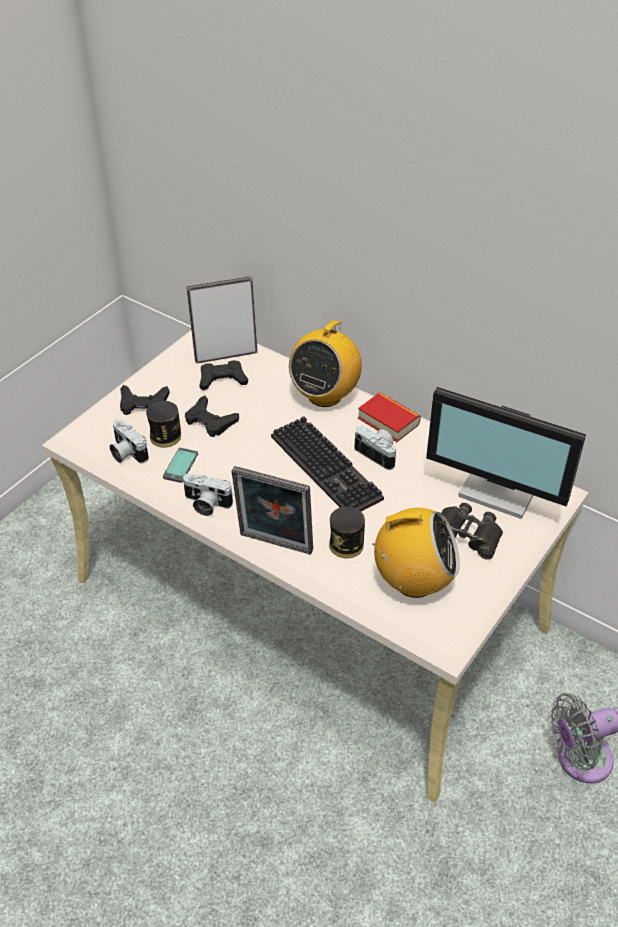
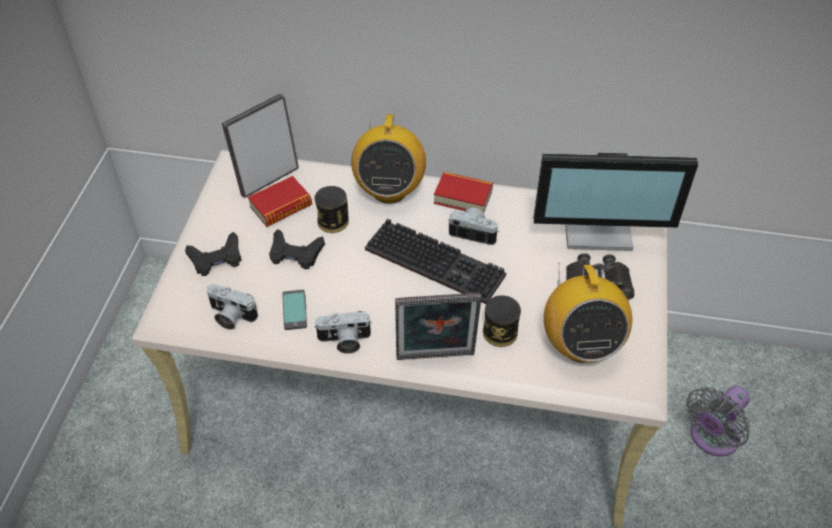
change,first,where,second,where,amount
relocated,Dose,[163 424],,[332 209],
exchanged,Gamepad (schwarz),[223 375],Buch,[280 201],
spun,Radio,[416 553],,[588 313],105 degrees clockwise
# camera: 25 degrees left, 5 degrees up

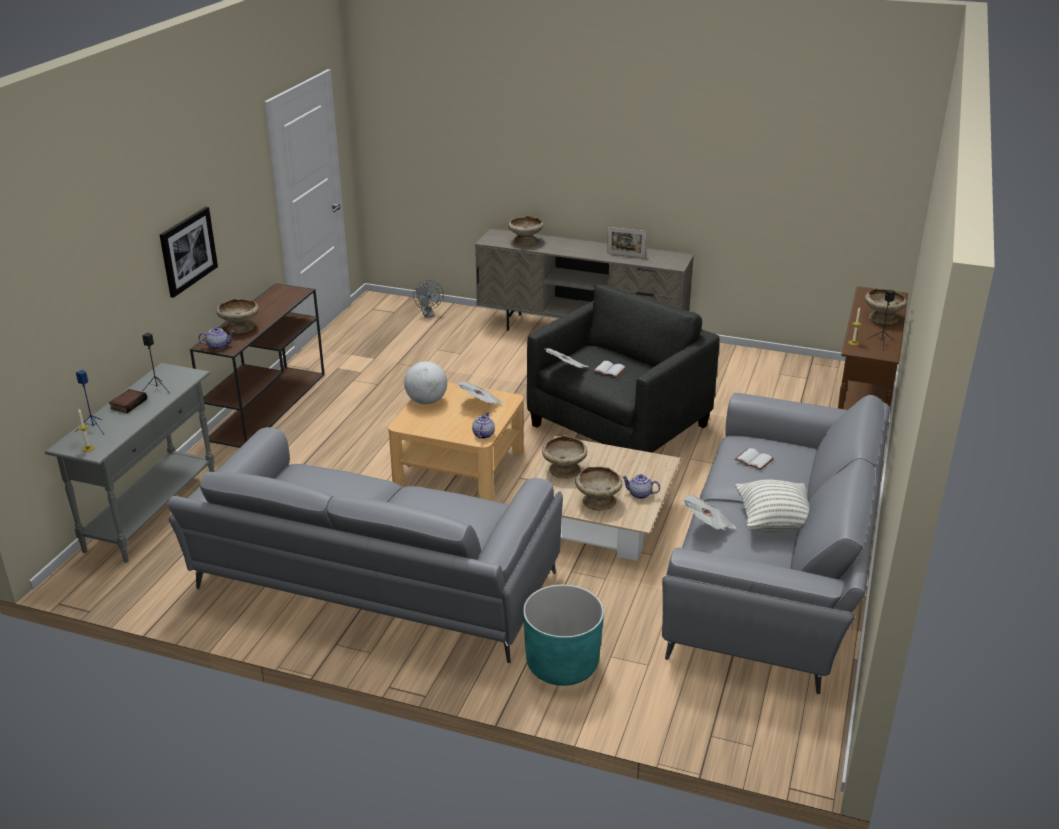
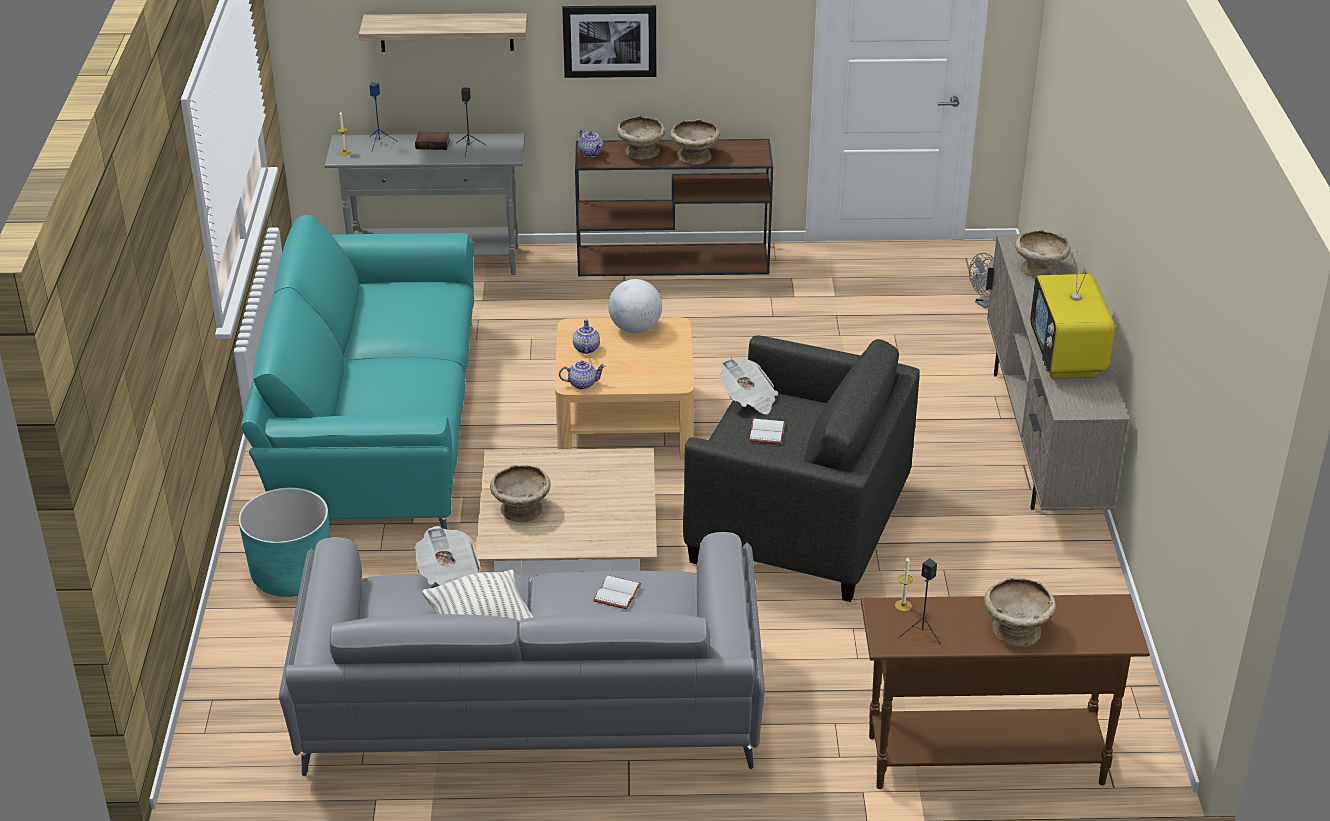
change,first,where,second,where,amount
missing,Zeitung,[480 392],,,
appeared,,,Wandregal,[443 32],
relocated,Schüssel (beige),[564 457],,[695 141],
relocated,Teekanne,[641 486],,[586 337],
exchanged,Bilderrahmen,[626 242],Fernseher,[1072 314],
colour,Sofa (grau),[365 545],Sofa (türkis),[357 372],
# camera: 70 degrees right, 5 degrees up

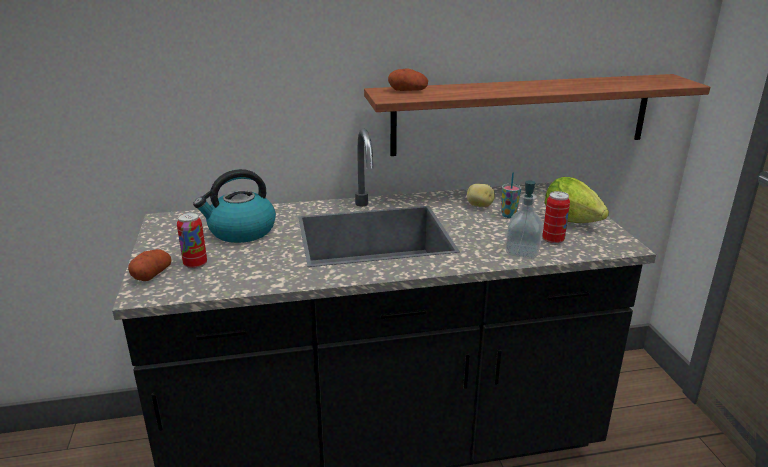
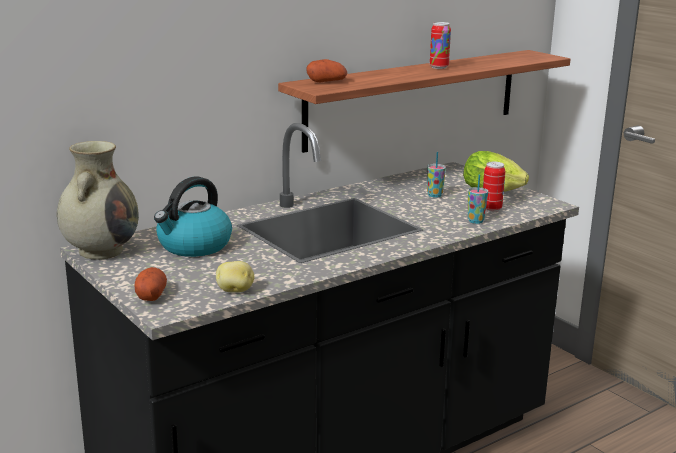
change,first,where,second,where,amount
appeared,,,Vase (beige),[98 200],
relocated,Dose,[192 240],,[440 45],
relocated,Kartoffel,[481 195],,[235 277],
exchanged,Seifenspender,[524 220],Tasse,[478 199],
# camera: 25 degrees left, 5 degrees down

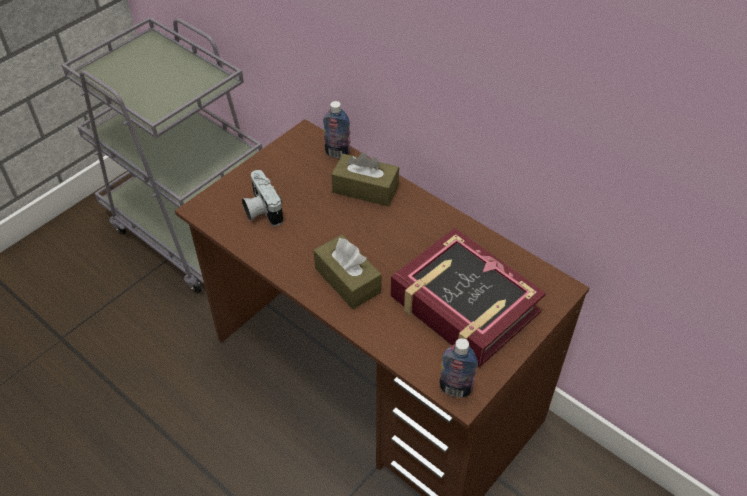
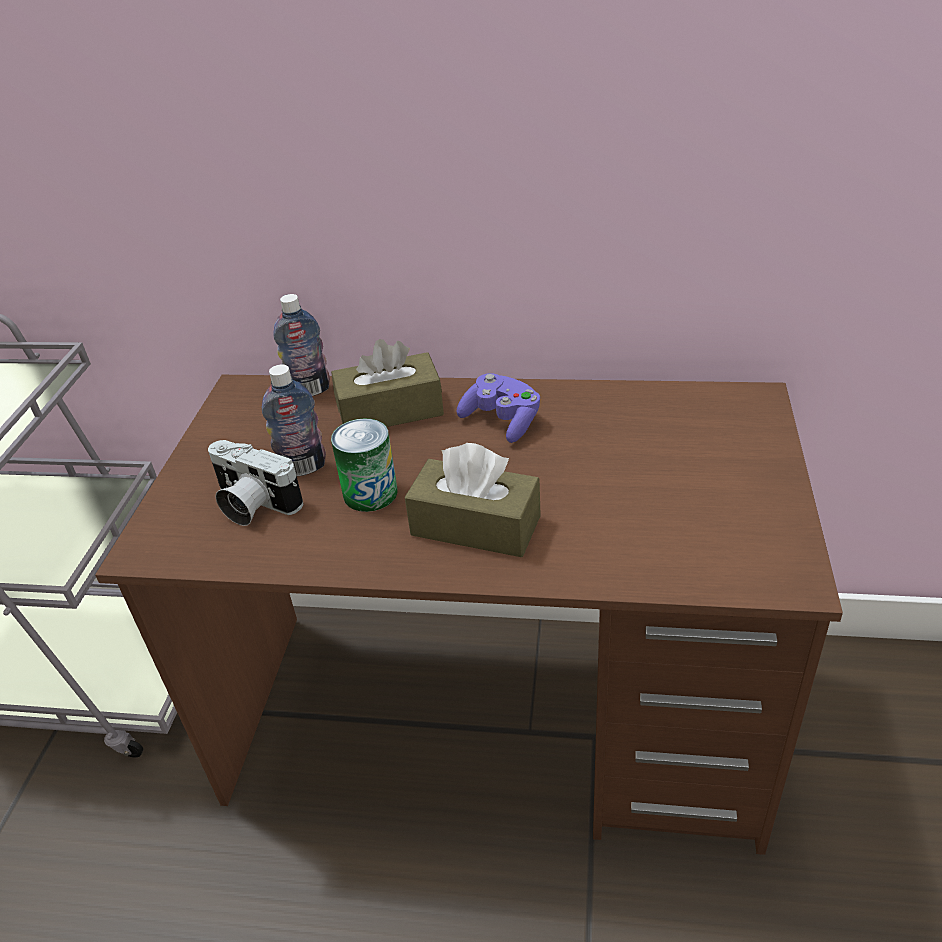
change,first,where,second,where,amount
missing,Buch,[468 297],,,
appeared,,,Dose,[364 465],
appeared,,,Gamepad (lila),[498 408],
relocated,Flasche,[458 367],,[294 420],
# camera: 30 degrees left, 10 degrees down

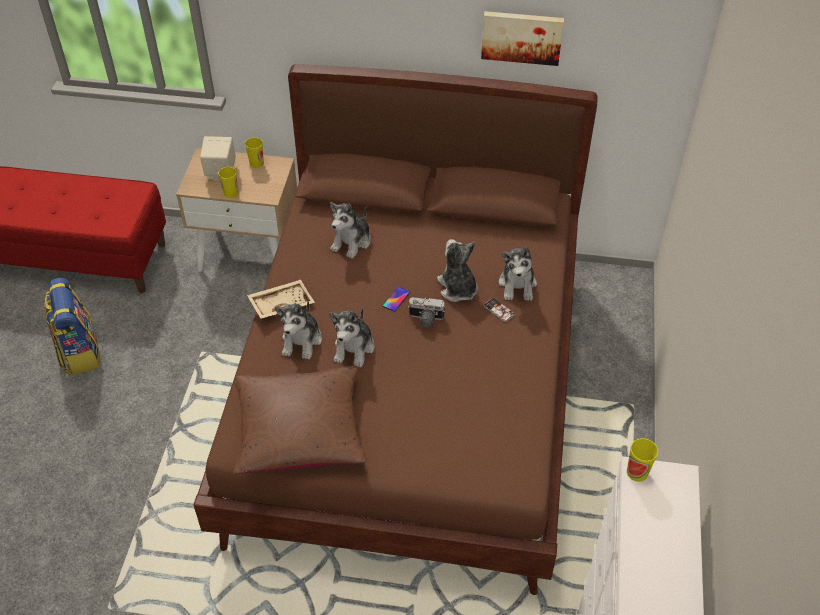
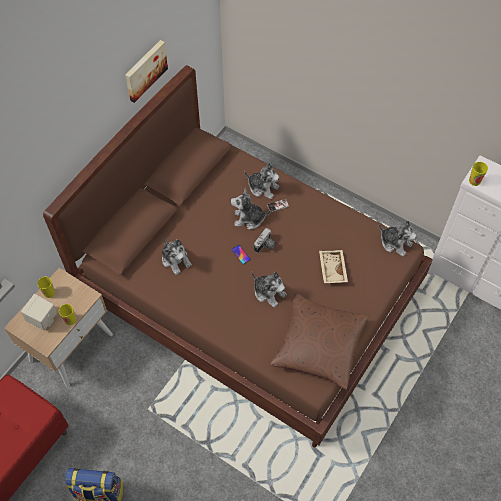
change,first,where,second,where,amount
relocated,Tablett (beige),[281 299],,[333 266],
relocated,Plüschtier,[298 330],,[398 239],
# camera: 65 degrees left, 10 degrees up

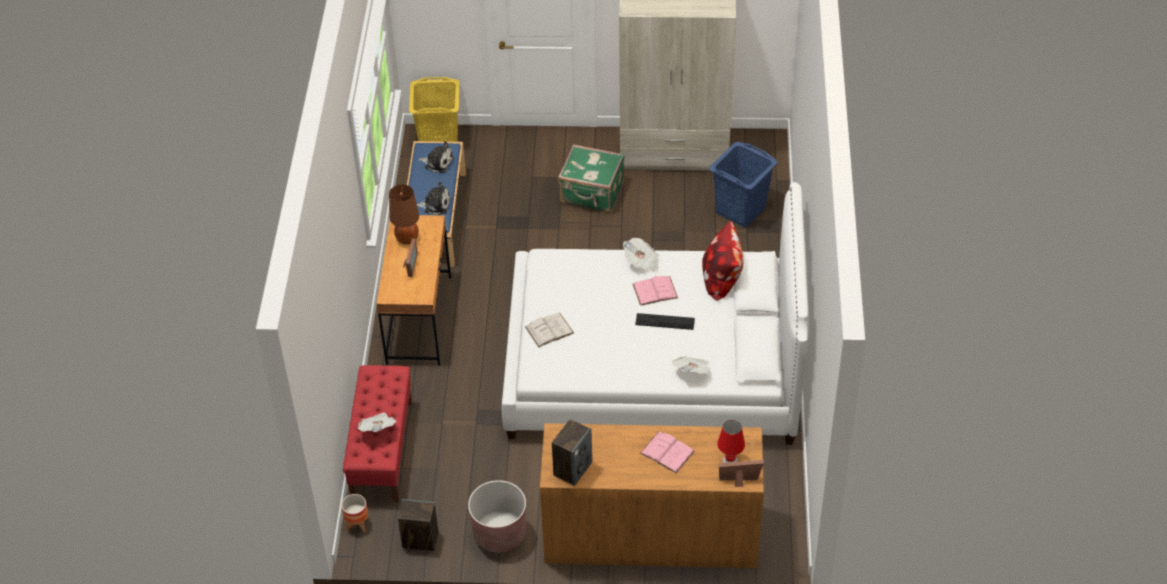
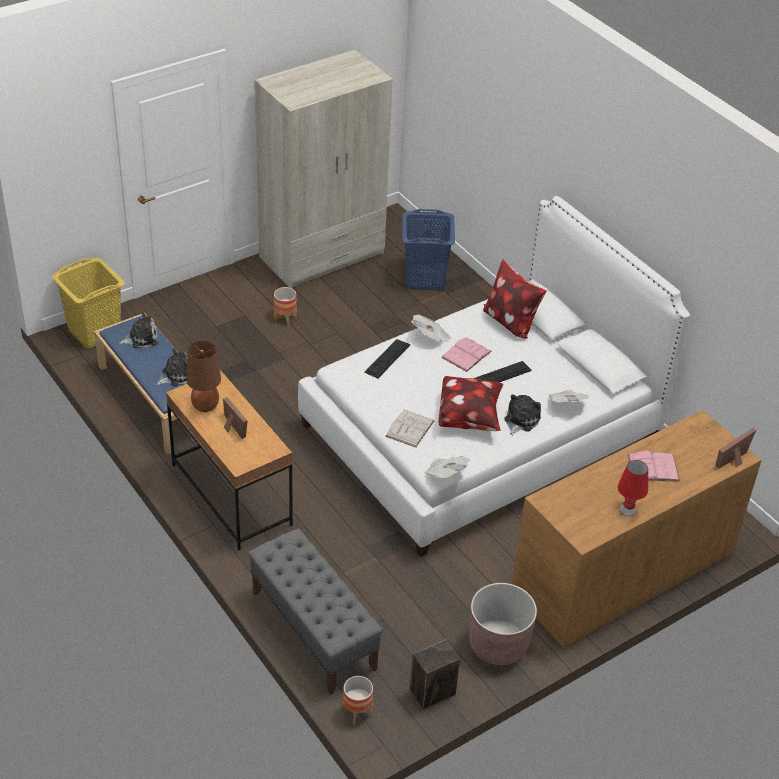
change,first,where,second,where,amount
missing,Lautsprecher,[572 452],,,
appeared,,,Tastatur,[387 358],
appeared,,,Kissen,[470 403],
appeared,,,Plüschtier,[522 415],
relocated,Zeitung,[377 422],,[447 467],
relocated,Tischlampe (rot),[731 441],,[633 488],
exchanged,Koffer (grün),[591 178],Pflanzkübel,[285 306],
colour,Bank (rot),[377 434],Bank (grau),[315 612],
# camera: 40 degrees left, 5 degrees down

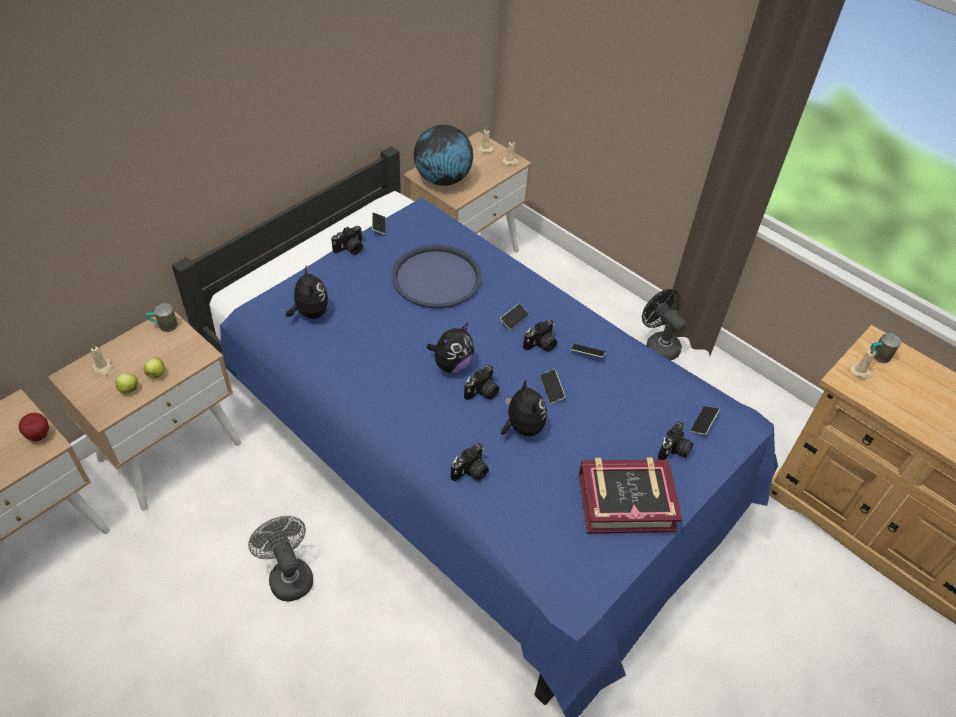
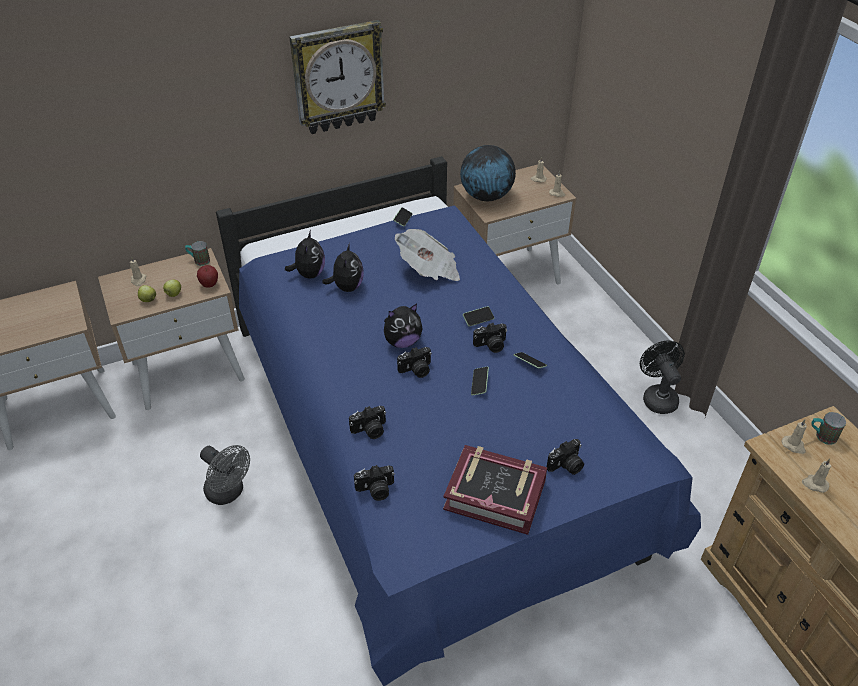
change,first,where,second,where,amount
missing,Handy,[705 420],,,
appeared,,,Wanduhr,[337 77],
appeared,,,Kerze (beige),[816 476],
relocated,Apfel,[34 427],,[207 276],
relocated,Kamera,[347 240],,[374 483],
relocated,Plüschtier,[524 408],,[343 267],
exchanged,Tablett (blau),[437 276],Zeitung,[427 255],
spun,Ventilator (grau),[280 558],,[225 475],135 degrees clockwise
# camera: 25 degrees right, 5 degrees down

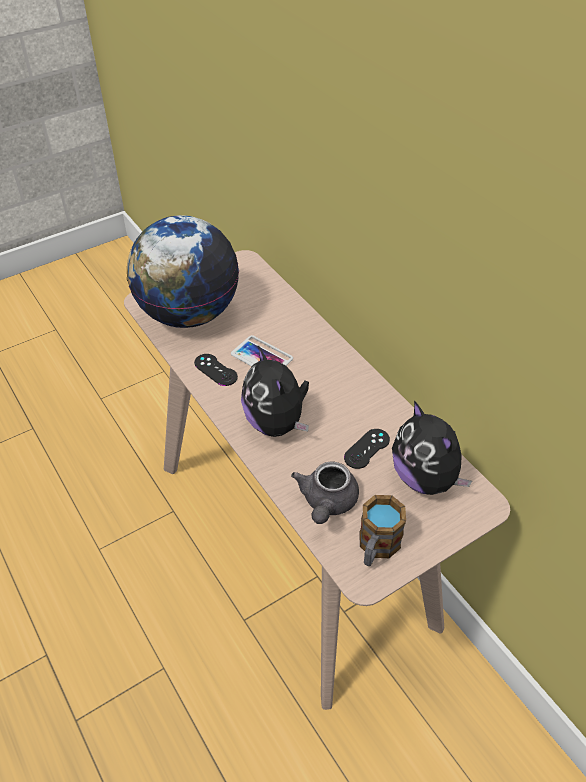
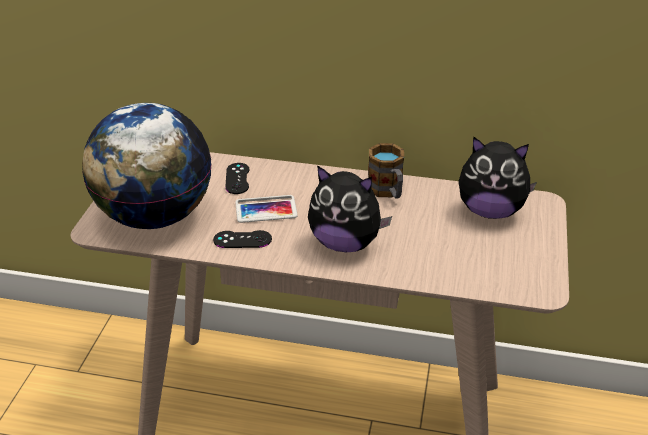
change,first,where,second,where,amount
missing,Teekanne (grau),[325 493],,,
relocated,Gamepad (schwarz),[367 449],,[237 178],
relocated,Henkelbecher,[382 530],,[386 170],
# camera: 45 degrees left, 10 degrees down

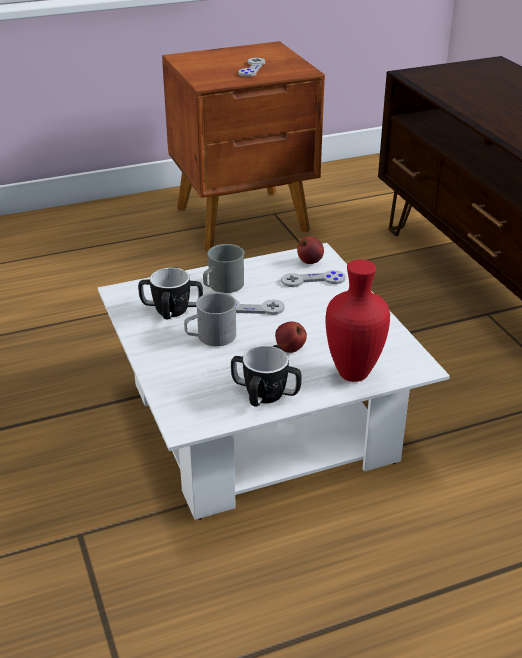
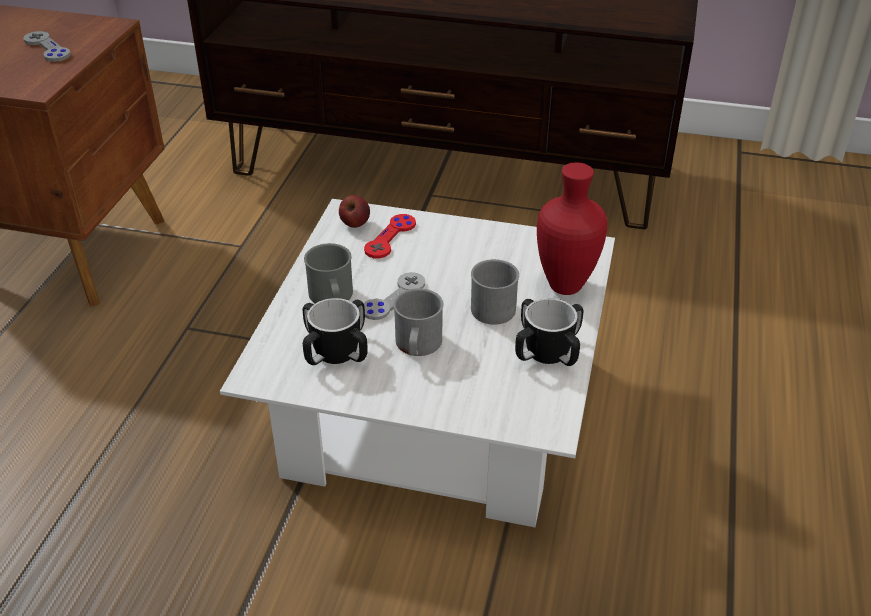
change,first,where,second,where,amount
exchanged,Apfel,[291 337],Henkelbecher (grau),[495 292],
colour,Gamepad (grau),[313 278],Gamepad (rot),[390 236],
# camera: 55 degrees left, 5 degrees up

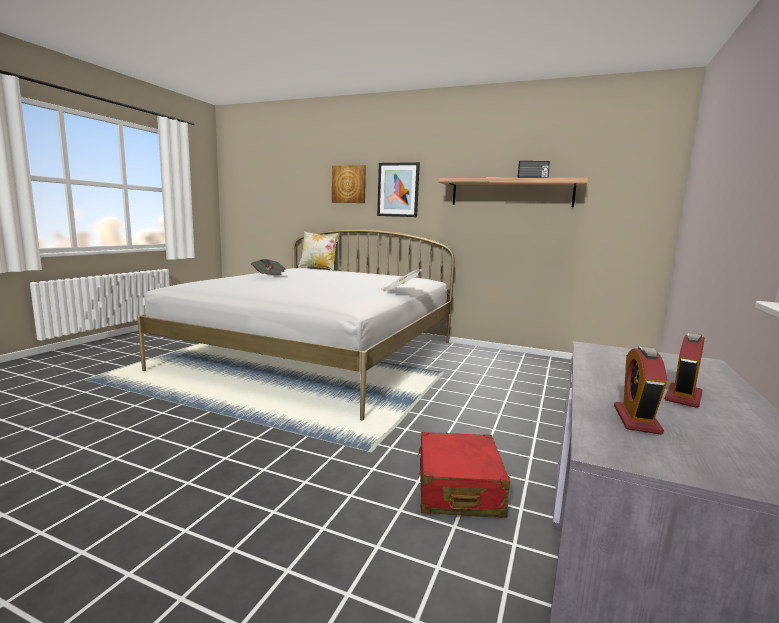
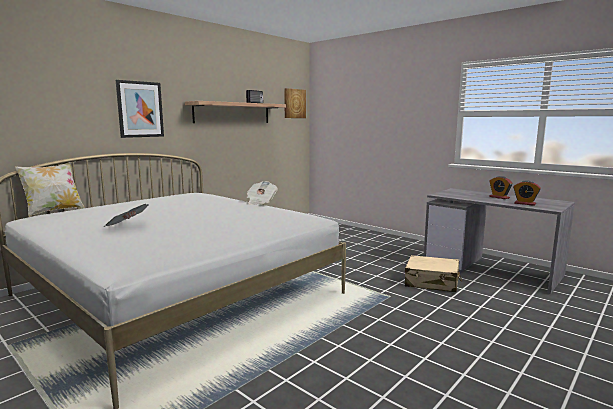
change,first,where,second,where,amount
relocated,Bild,[349 184],,[295 103],
colour,Koffer (rot),[463 475],Koffer (beige),[433 273],
# camera: 70 degrees left, 0 degrees up

